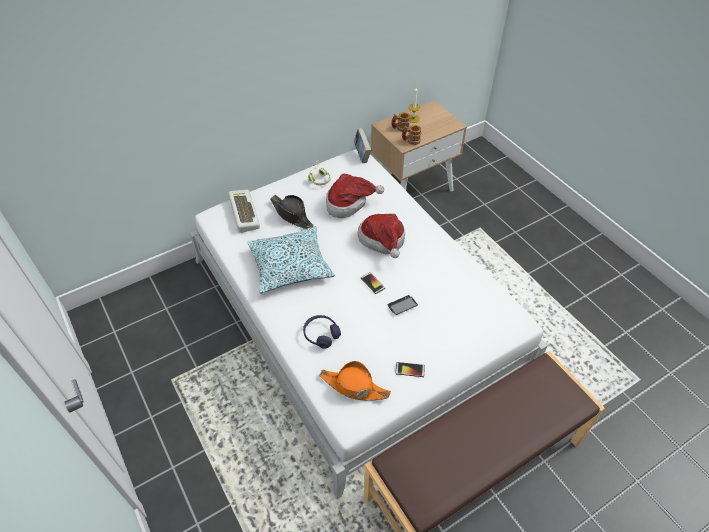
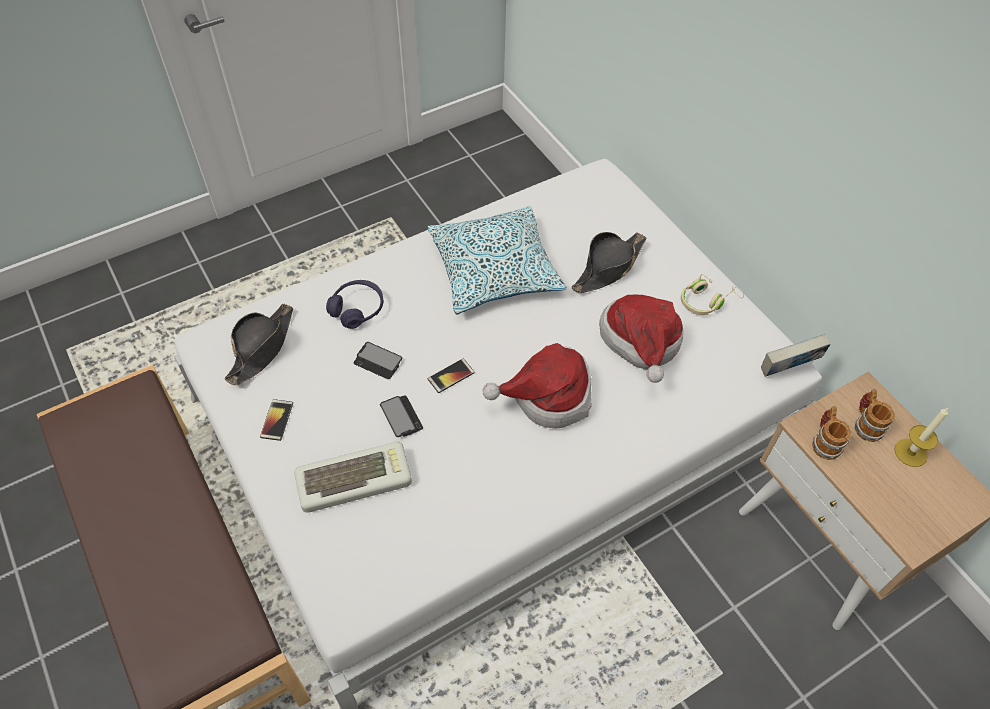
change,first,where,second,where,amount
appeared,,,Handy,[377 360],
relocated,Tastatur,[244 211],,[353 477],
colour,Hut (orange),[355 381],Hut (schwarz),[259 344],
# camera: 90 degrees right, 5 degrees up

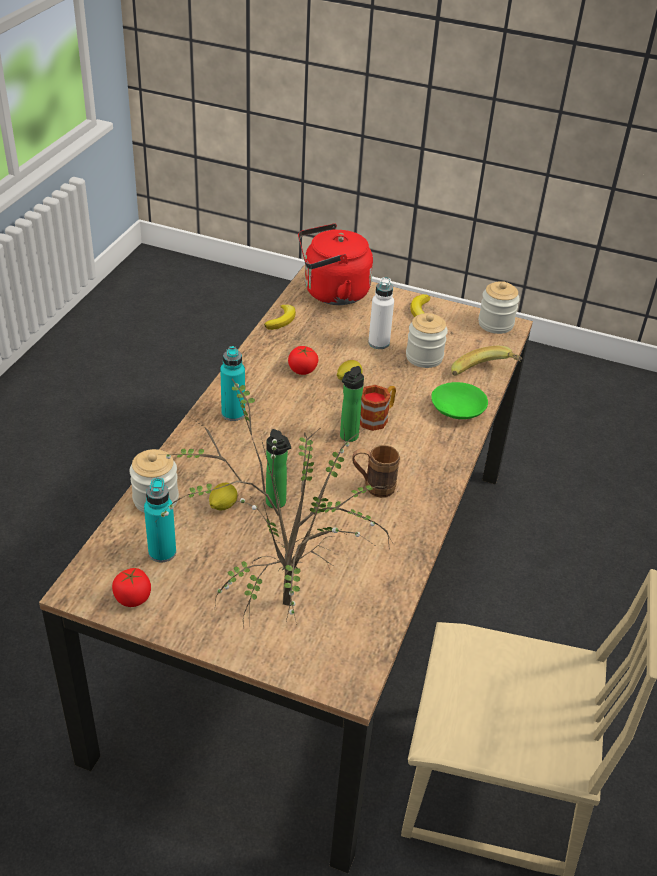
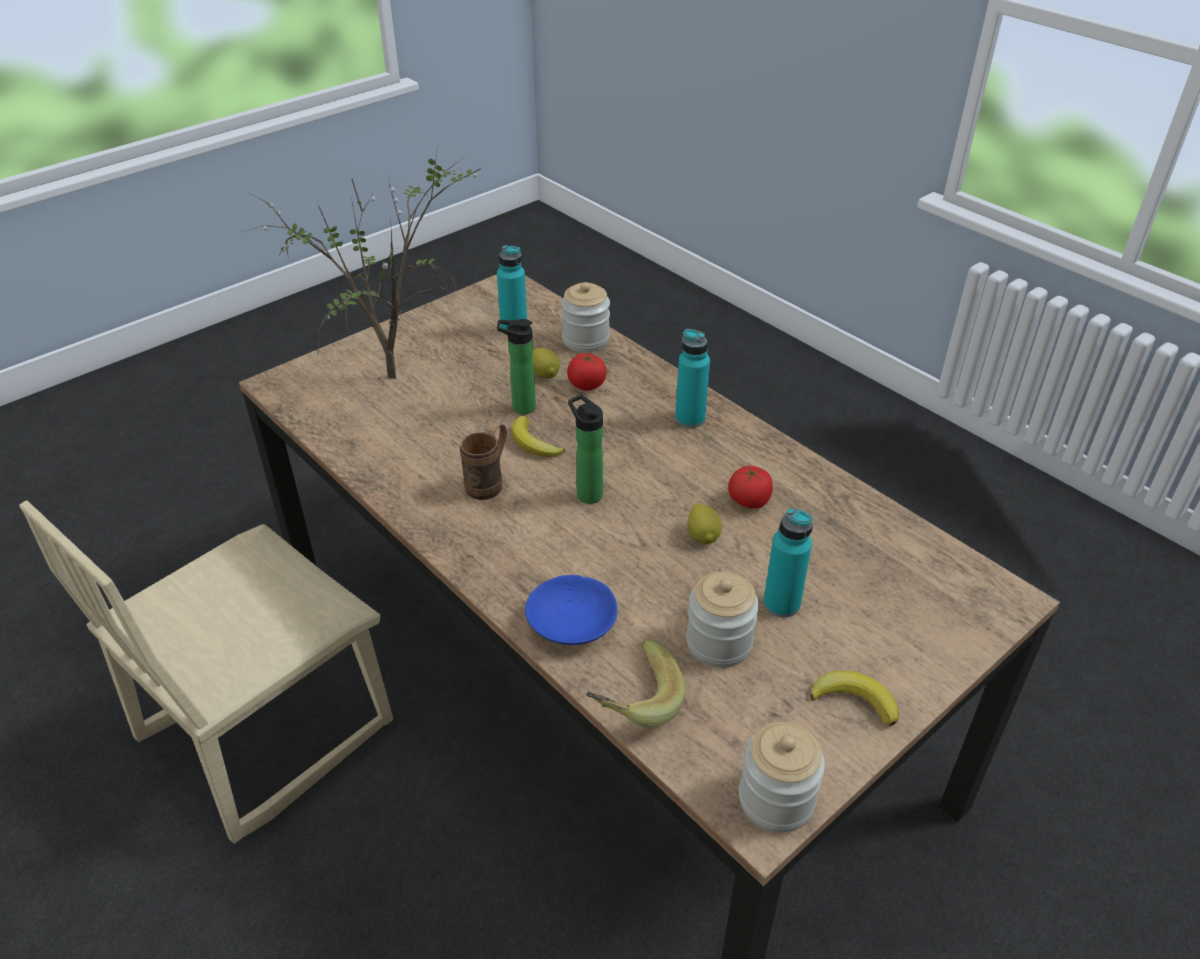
change,first,where,second,where,amount
missing,Wasserkessel (rot),[335 264],,,
missing,Henkelbecher,[378 408],,,
relocated,Tomate,[131 587],,[587 372],
relocated,Banane,[280 317],,[538 436],
colour,Flasche (weiß),[381 313],Flasche (türkis),[788 563],
colour,Schüssel (grün),[459 400],Schüssel (blau),[571 610],
# camera: 120 degrees right, 0 degrees up

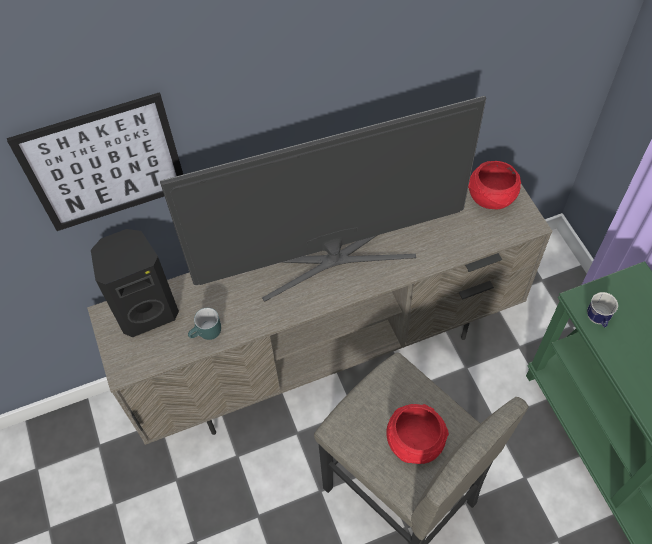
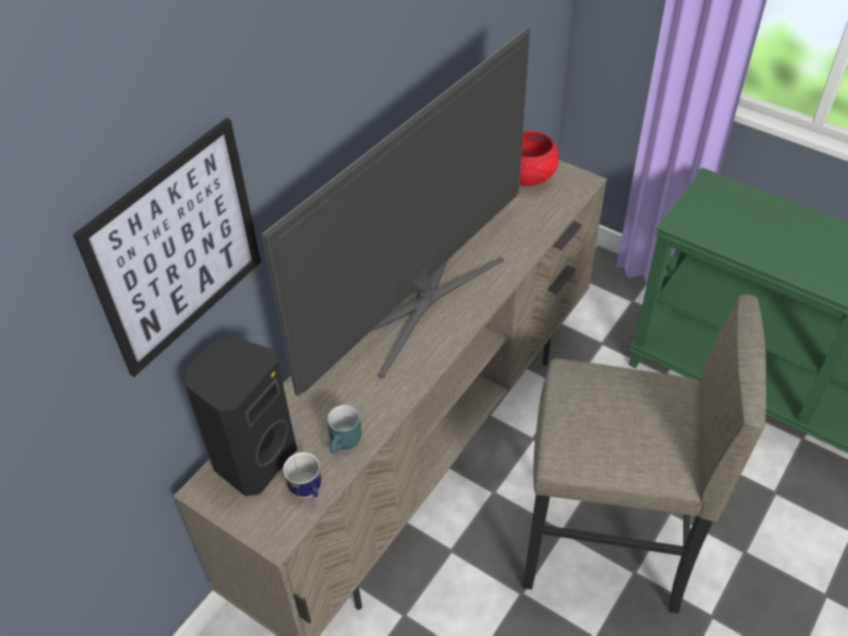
change,first,where,second,where,amount
missing,Schüssel (rot),[417 434],,,
relocated,Henkelbecher,[602 309],,[302 475],
# camera: 35 degrees left, 10 degrees down

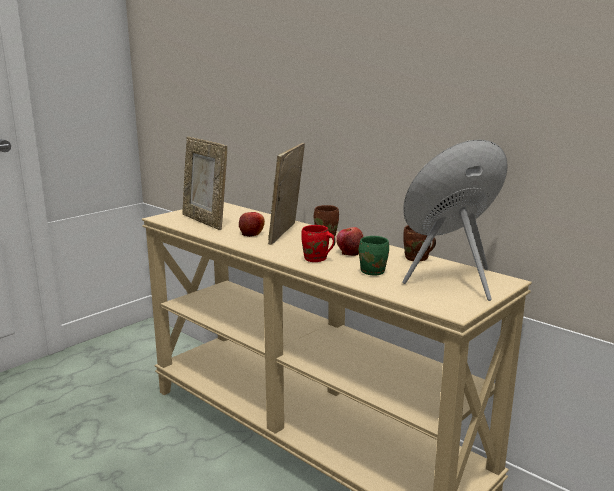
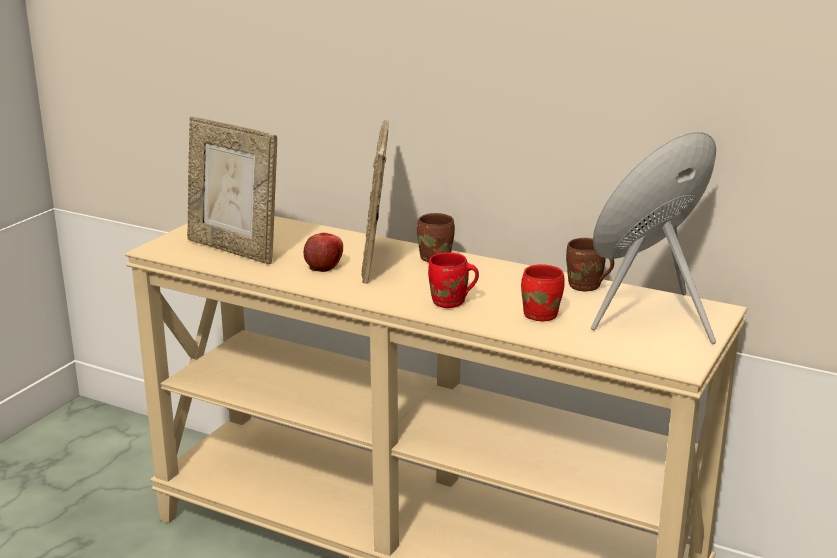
change,first,where,second,where,amount
missing,Apfel,[349 241],,,
colour,Henkelbecher (grün),[374 255],Henkelbecher (rot),[543 292],
# camera: 15 degrees left, 5 degrees up

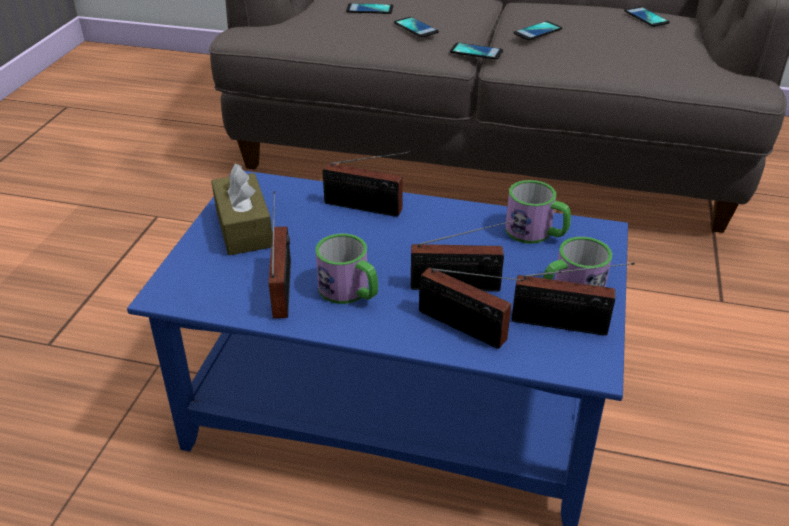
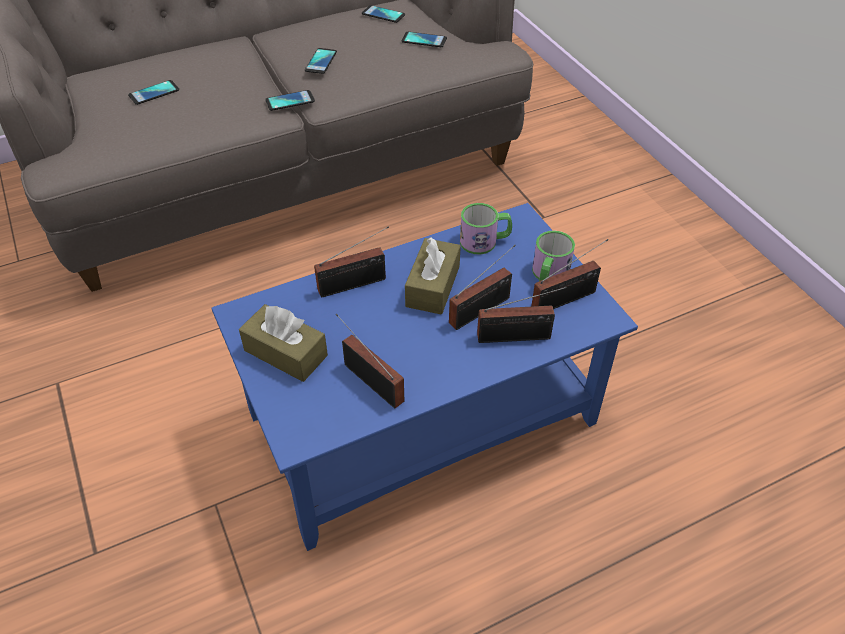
change,first,where,second,where,amount
missing,Henkelbecher,[346 268],,,
appeared,,,Taschentuchbox (braun),[433 276],
relocated,Handy,[416 27],,[424 39],
# camera: 40 degrees left, 10 degrees up

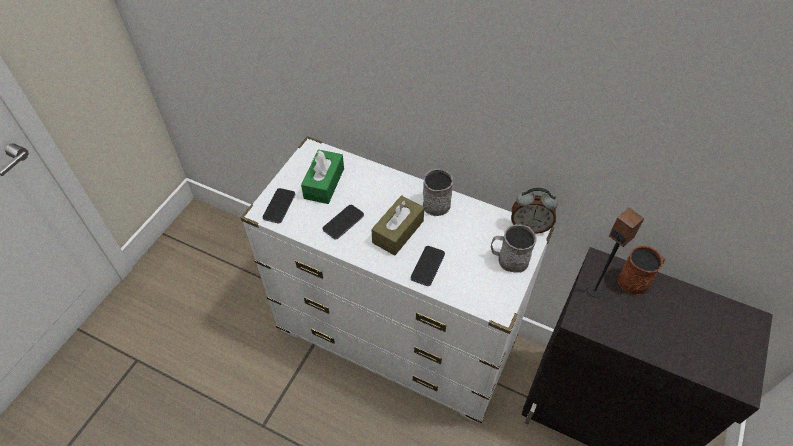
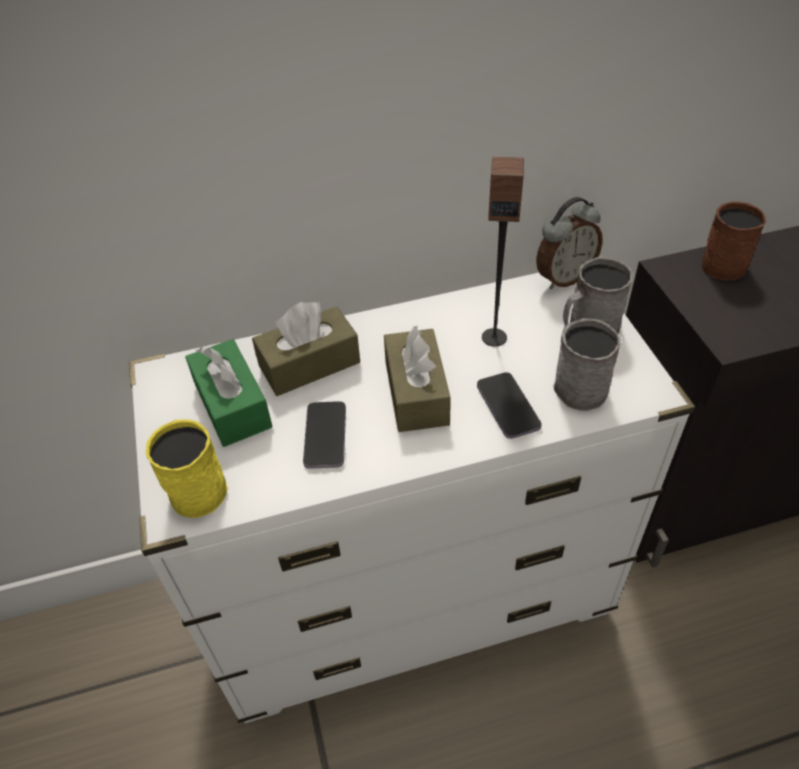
change,first,where,second,where,amount
appeared,,,Taschentuchbox (braun),[306 349],
relocated,Henkelbecher (grau),[438 192],,[587 364],
relocated,Lautsprecher,[615 252],,[503 252],
exchanged,Handy,[279 205],Henkelbecher (gelb),[187 468],
# camera: 40 degrees left, 5 degrees down

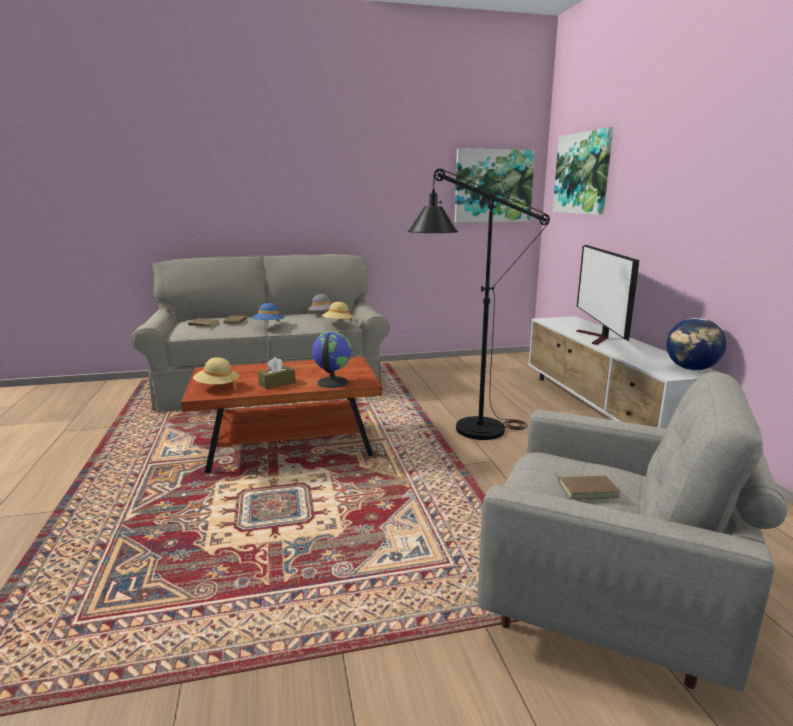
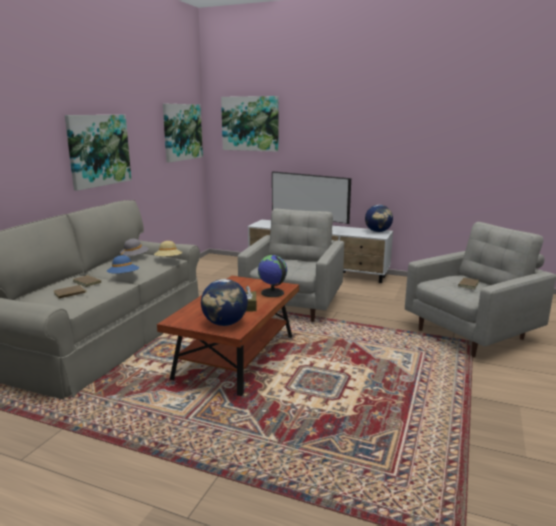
change,first,where,second,where,amount
appeared,,,Bild,[98 153],
exchanged,Hut (beige),[216 373],Globus,[224 302],
exchanged,Stehlampe (schwarz),[479 304],Sessel (grau),[291 265],
# camera: 55 degrees left, 0 degrees up

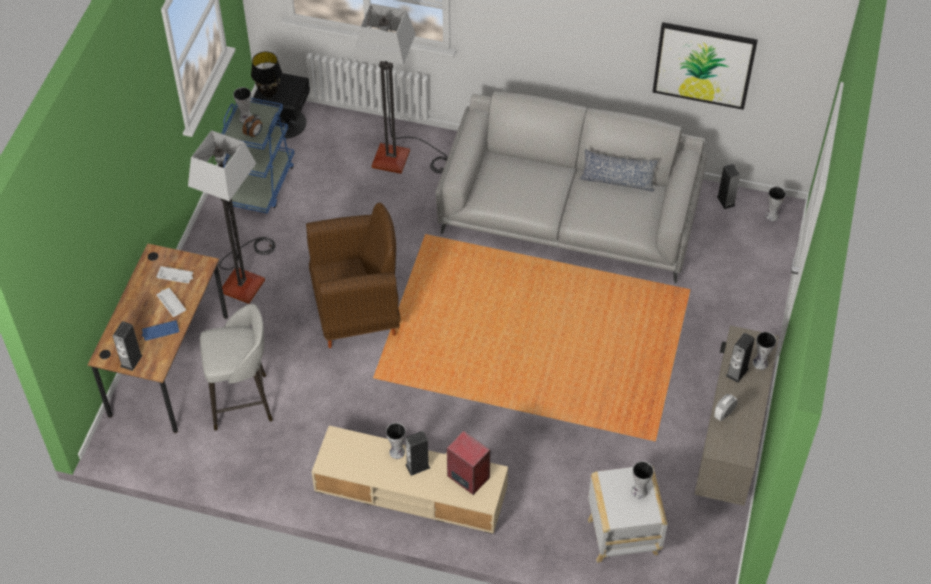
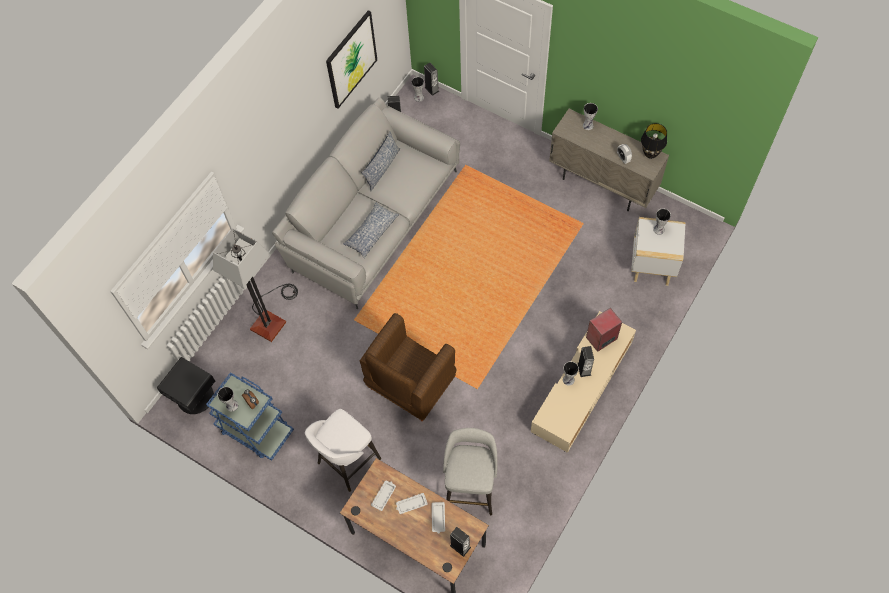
change,first,where,second,where,amount
appeared,,,Kissen,[371 230],
relocated,Tischlampe (schwarz),[266 74],,[654 141],
relocated,Lautsprecher,[740 358],,[431 79],
exchanged,Stehlampe,[231 217],Hocker (weiß),[343 450],
colour,Tablett (blau),[160 330],Tablett (weiß),[438 518],
spun,Sessel (braun),[353 275],,[408 367],150 degrees counterclockwise
# camera: 70 degrees left, 10 degrees up

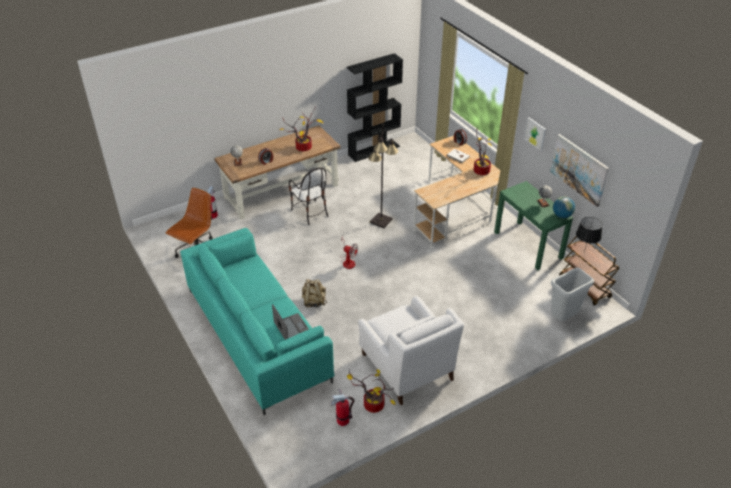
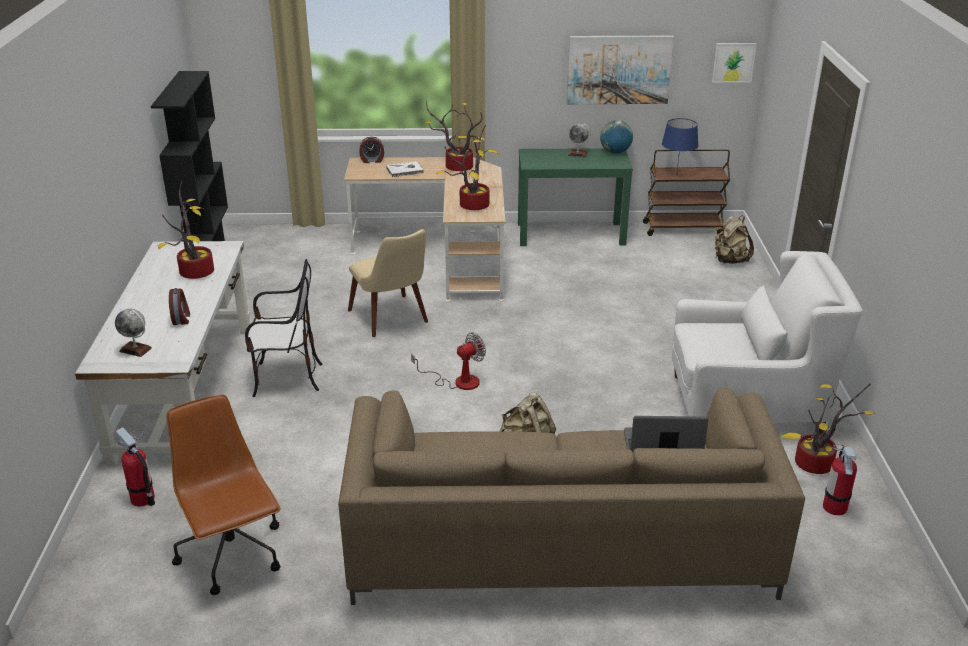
change,first,where,second,where,amount
appeared,,,Topfpflanze,[468 167],
relocated,Bild,[535 134],,[734 63],
exchanged,Stehlampe (schwarz),[383 176],Stuhl (beige),[388 283],
exchanged,Mülleimer (grau),[572 294],Rucksack (beige),[734 240],
colour,Sofa (türkis),[257 321],Sofa (braun),[571 496],
colour,Schreibtisch (braun),[277 172],Schreibtisch (weiß),[162 353],
colour,Tischlampe (schwarz),[589 234],Tischlampe (blau),[680 144],
# camera: 60 degrees left, 10 degrees down

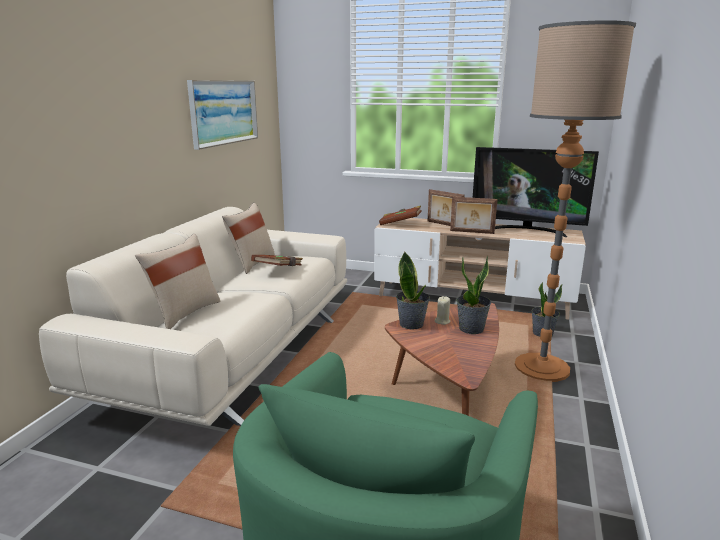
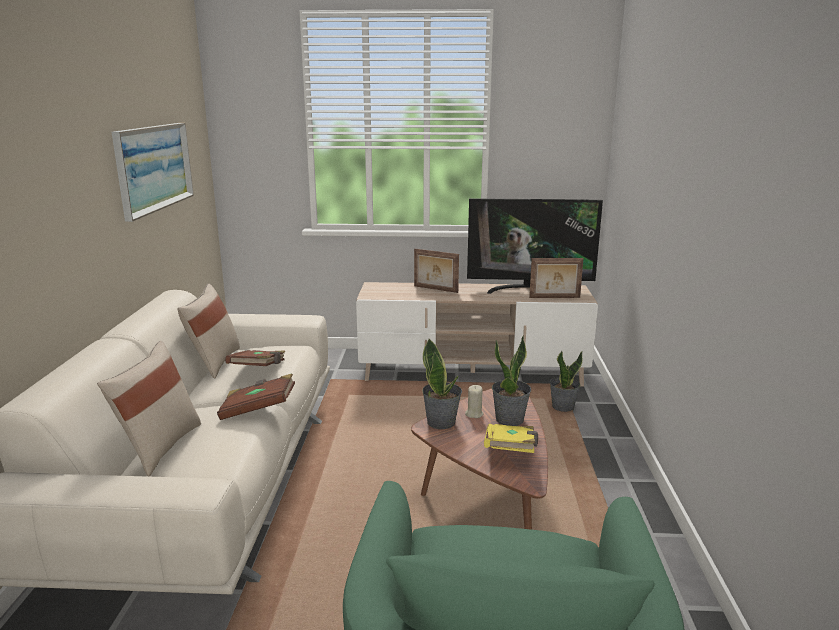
change,first,where,second,where,amount
missing,Stehlampe,[575 201],,,
appeared,,,Buch (gelb),[511 438],
relocated,Buch (braun),[400 215],,[256 396],
relocated,Bilderrahmen,[473 215],,[556 278],
# camera: 15 degrees left, 0 degrees up

